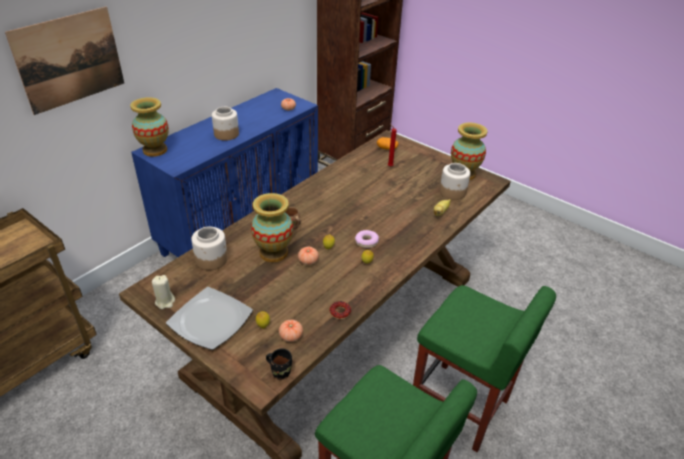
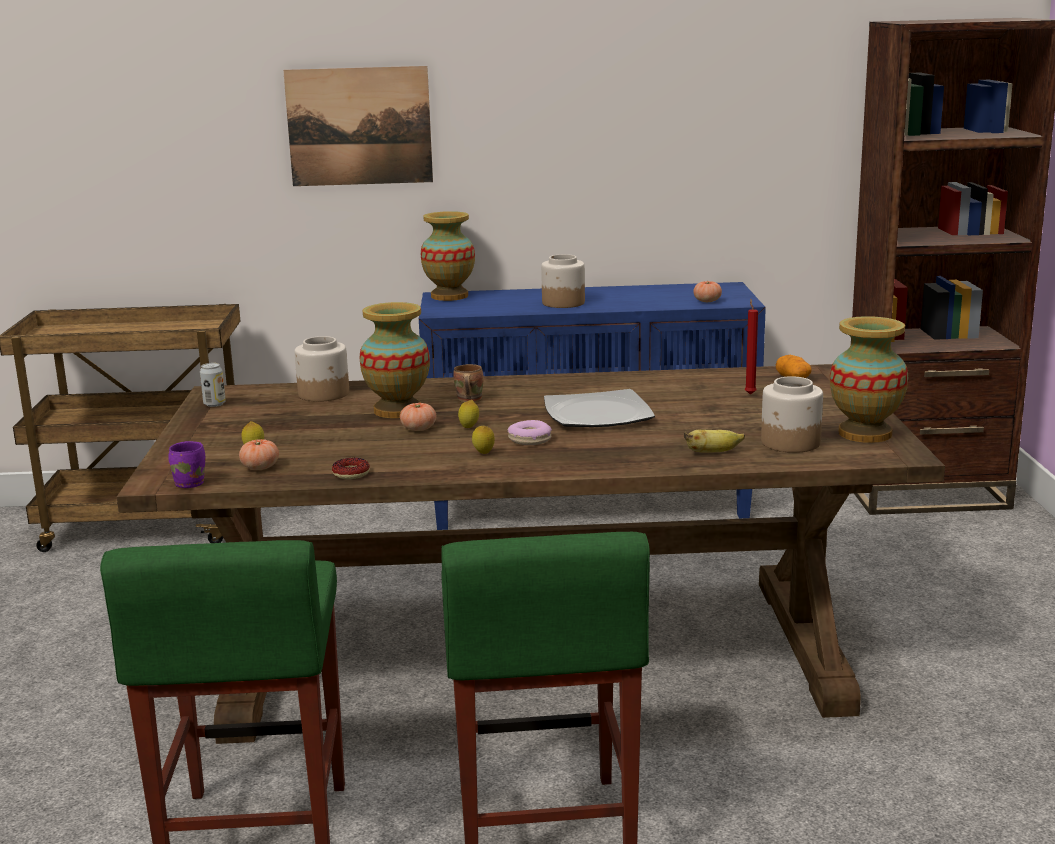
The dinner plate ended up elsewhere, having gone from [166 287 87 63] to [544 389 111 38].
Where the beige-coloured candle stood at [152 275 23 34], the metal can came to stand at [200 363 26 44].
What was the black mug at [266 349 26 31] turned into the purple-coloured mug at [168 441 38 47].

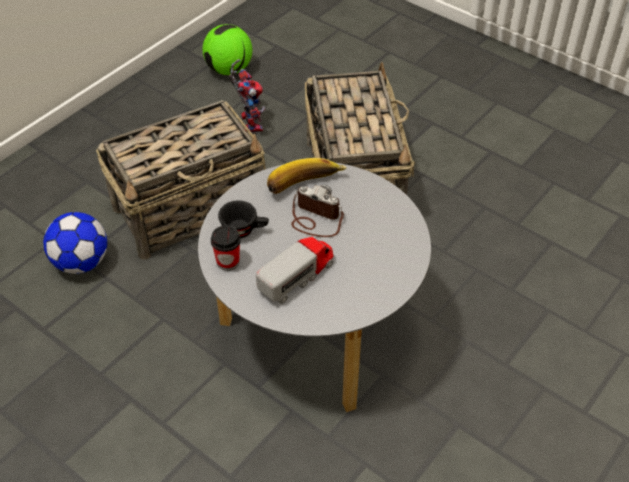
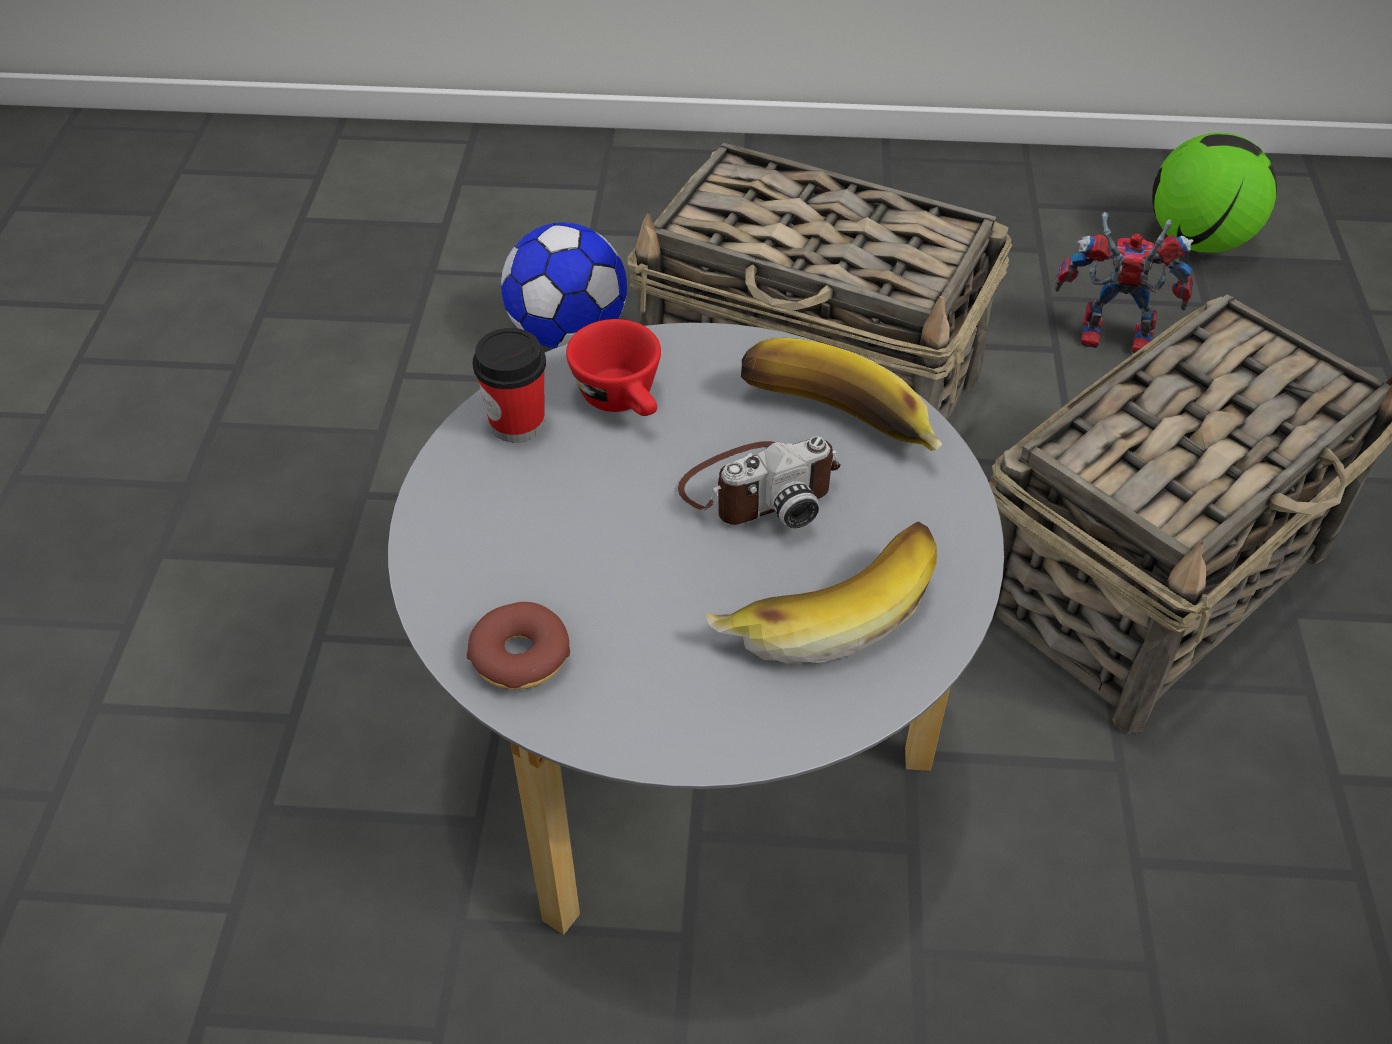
The second view lost the toy truck at [256 237 78 67].
The second view gained the donut at [467 602 103 88].
The second view gained the banana at [705 522 232 142].
What was the black small cup at [218 200 51 38] turned into the red small cup at [566 319 95 97].
The robot figure at [229 59 36 74] ended up facing another way, 120 degrees counterclockwise from before.
The still camera at [291 184 53 53] ended up facing another way, 75 degrees clockwise from before.

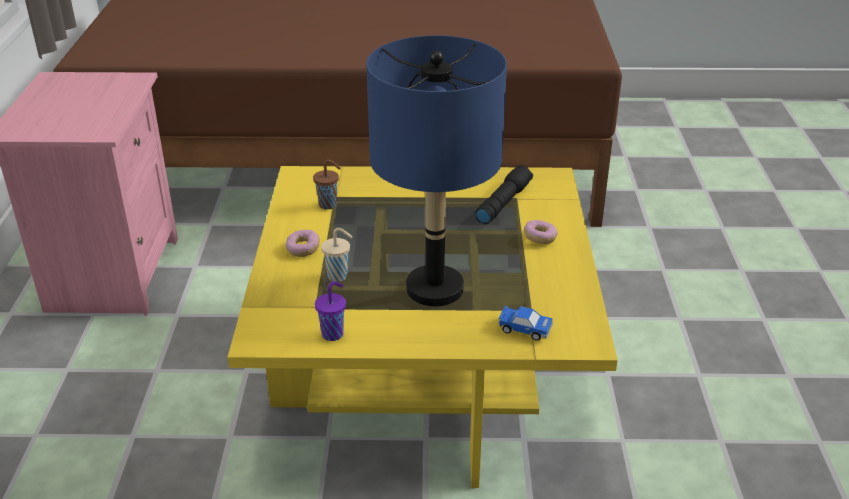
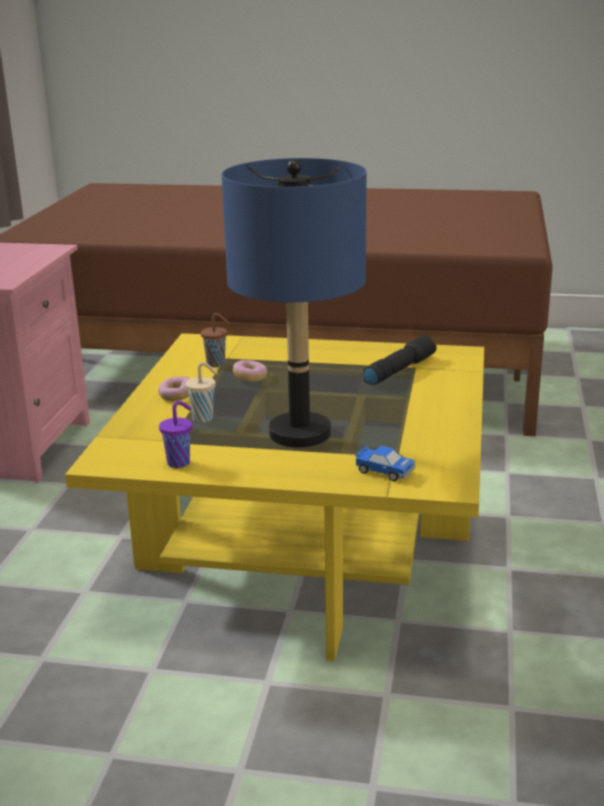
The donut ended up elsewhere, having gone from [524 220 34 24] to [233 360 34 22].

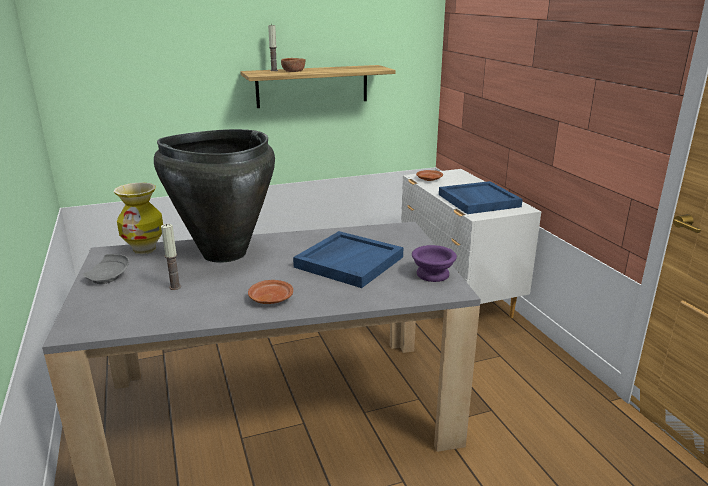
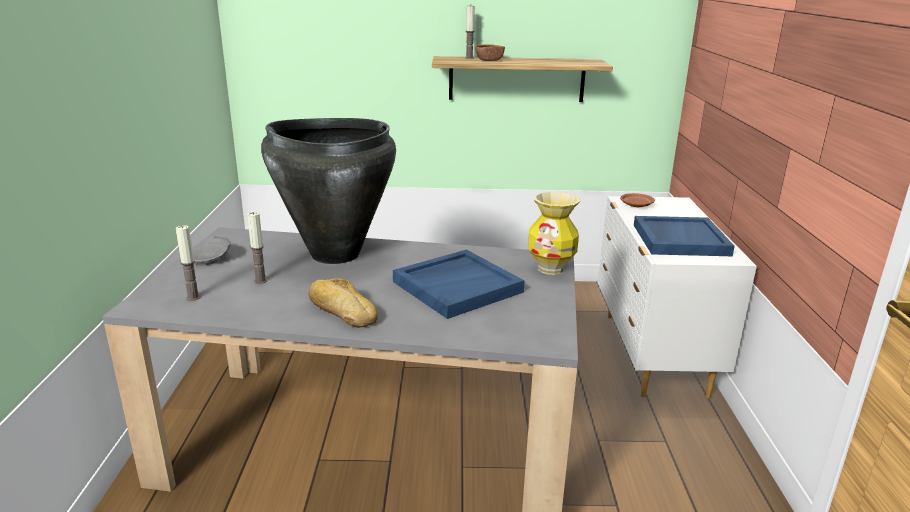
The second view lost the purple-coloured deep dish at [412 245 45 37].
The second view gained the candle at [176 225 24 76].
The vase ended up elsewhere, having gone from [114 182 49 72] to [528 191 52 84].
Where the brown dinner plate stood at [248 280 45 24], the bread came to stand at [309 278 69 50].

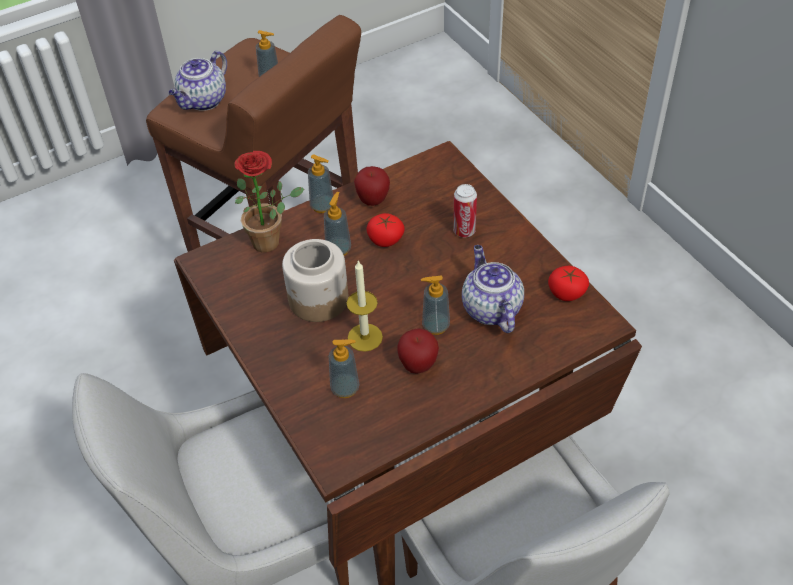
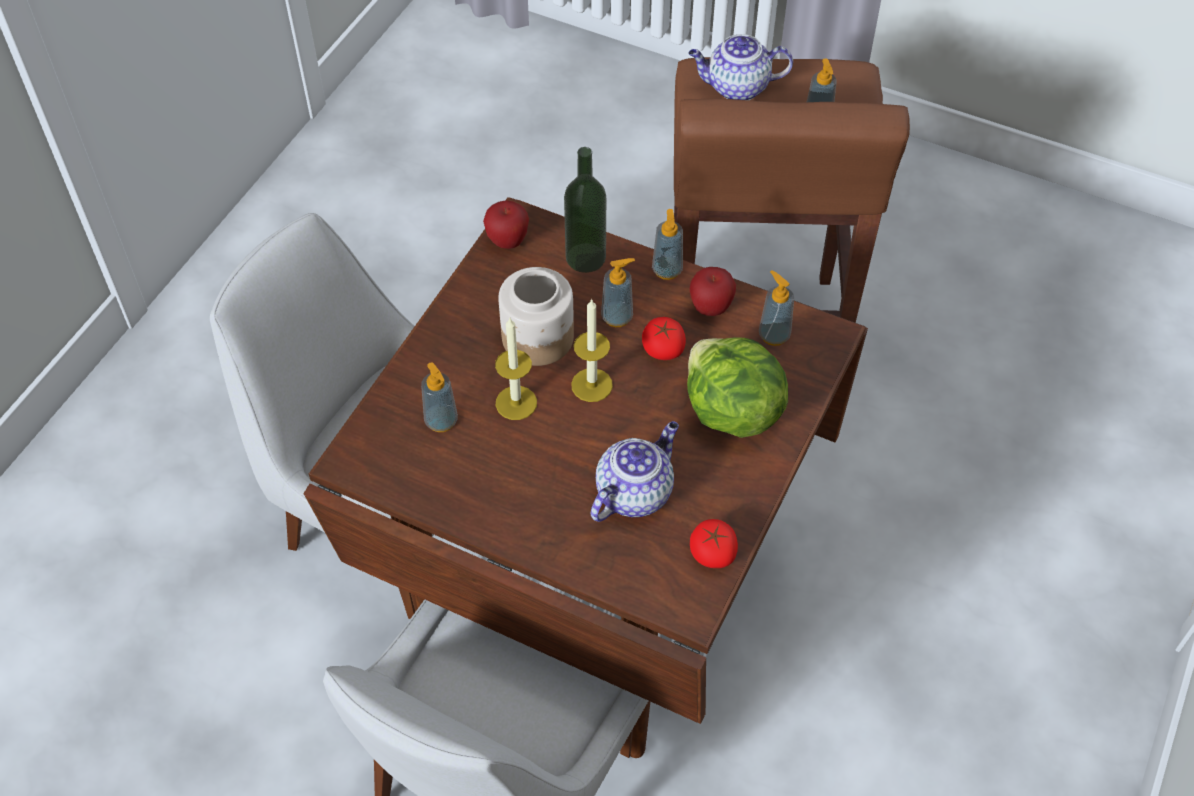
The second view gained the candle at [571 299 42 103].
The apple ended up elsewhere, having gone from [397 328 42 46] to [483 200 46 49].
The liquid soap bottle ended up elsewhere, having gone from [421 275 29 60] to [759 270 35 76].
Where the plant in a pot stood at [234 151 70 102], the beverage bottle came to stand at [564 147 42 126].
Where the metal can stood at [453 184 24 53], the lettuce head came to stand at [687 337 101 101].

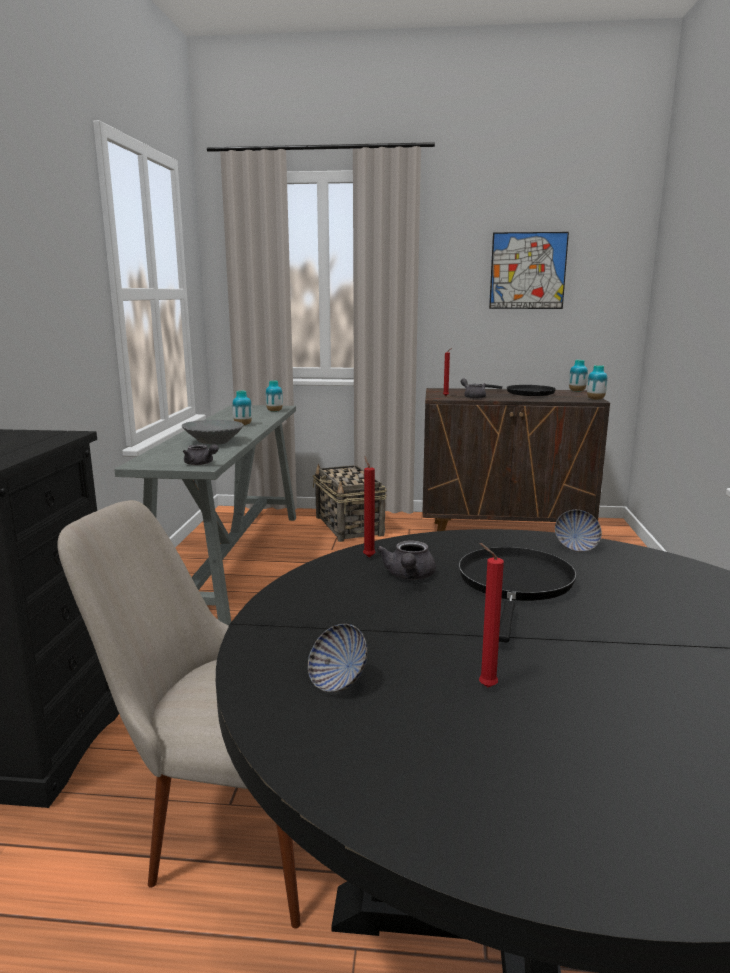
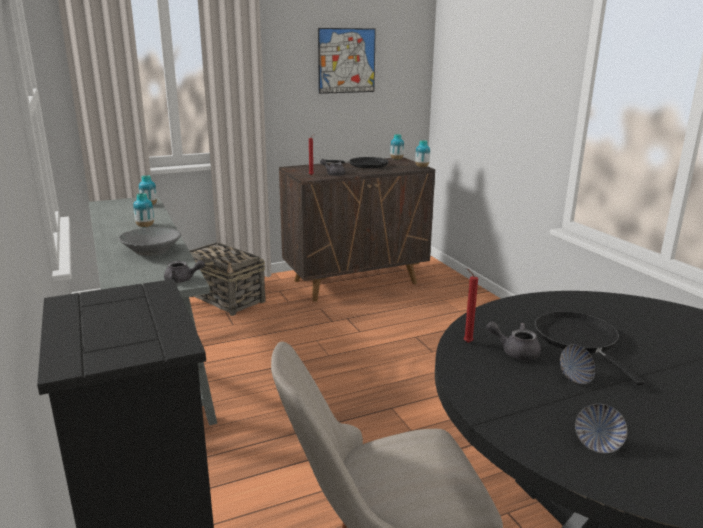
The second view lost the red candle at [479 543 25 144].
The deep dish ended up elsewhere, having gone from [555 510 47 42] to [560 344 35 40].
The greyish pot for tea at [376 541 60 39] ended up facing another way, 135 degrees clockwise from before.

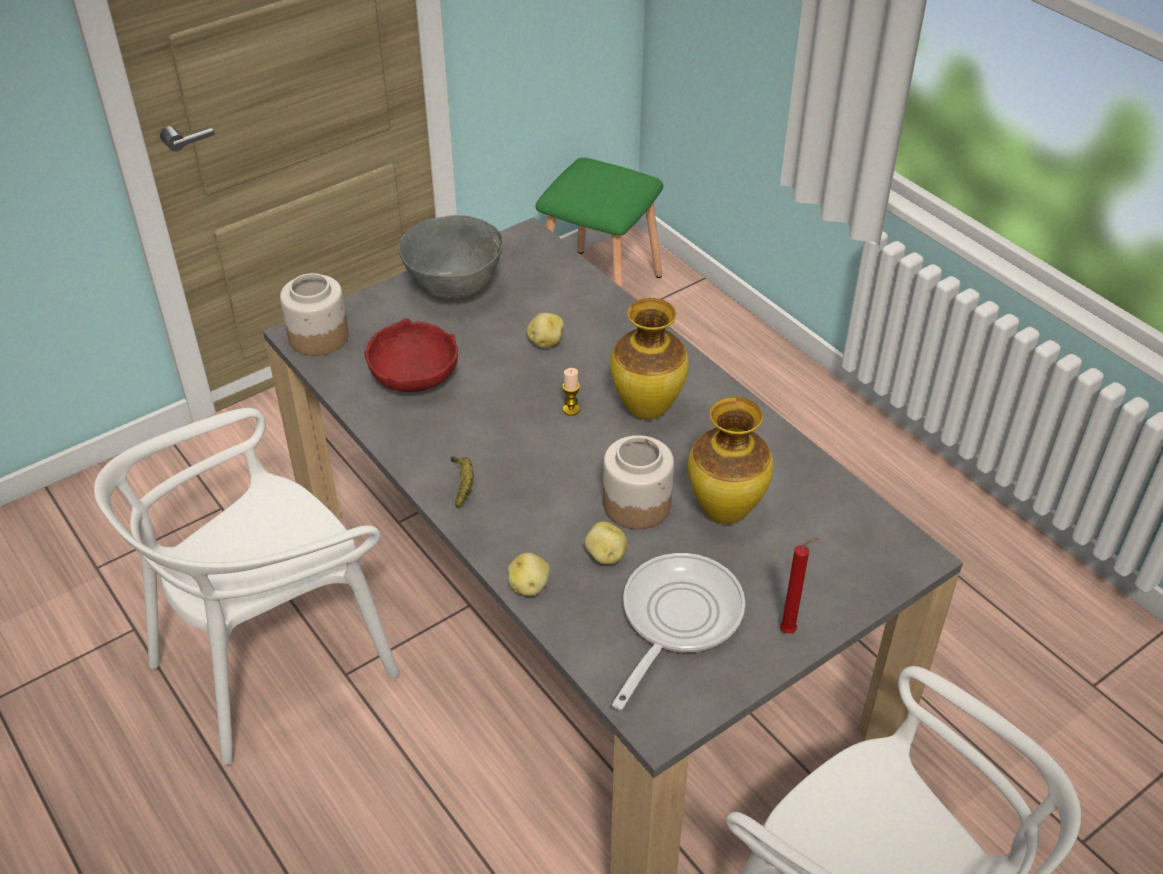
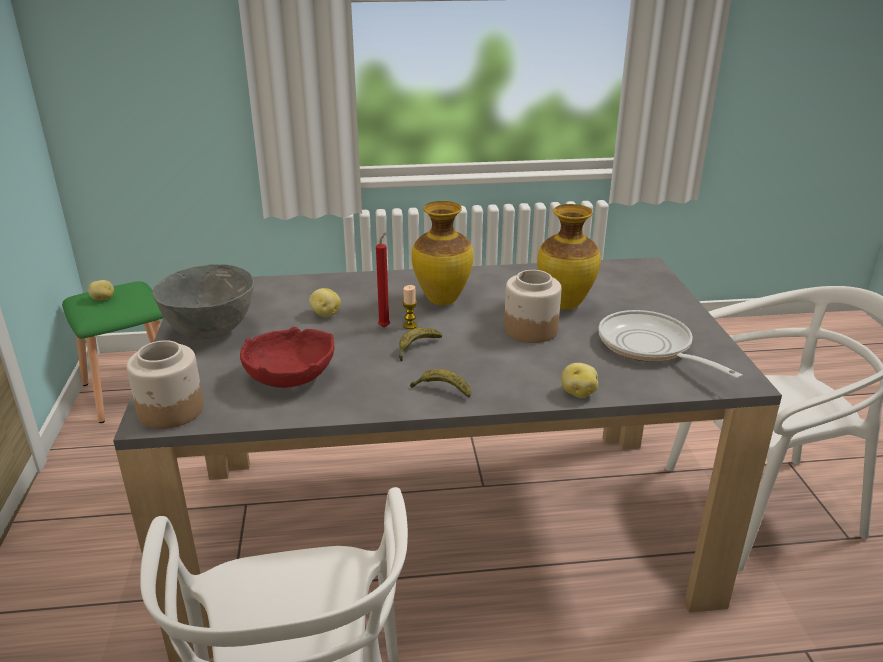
The second view gained the banana at [399 328 43 33].
The whole potato ended up elsewhere, having gone from [584 521 43 43] to [88 280 26 20].
The red candle ended up elsewhere, having gone from [780 538 39 96] to [376 233 14 95].

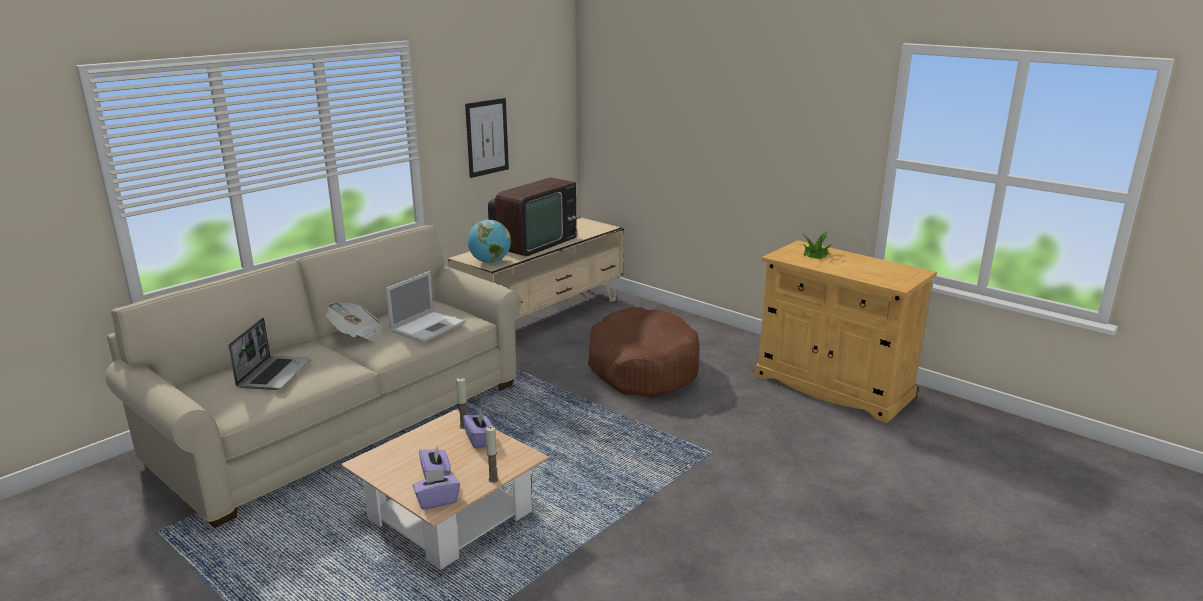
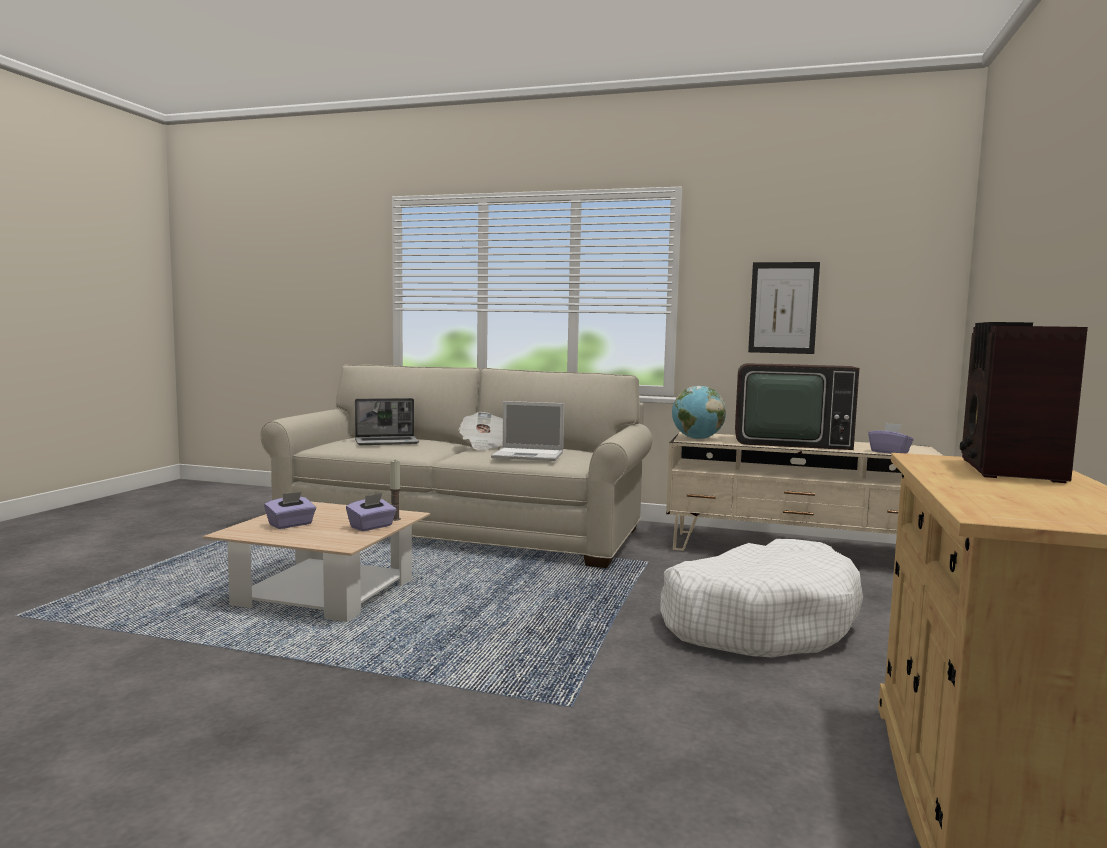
The second view lost the candle at [486 426 13 57].
The purple-coloured box of tissues ended up elsewhere, having gone from [413 468 47 42] to [868 423 46 31].
Where the plant in a pot stood at [802 232 30 27], the radio set came to stand at [960 322 128 161].
What was the brown dog cushion at [588 307 111 91] turned into the white dog cushion at [660 539 203 118].

